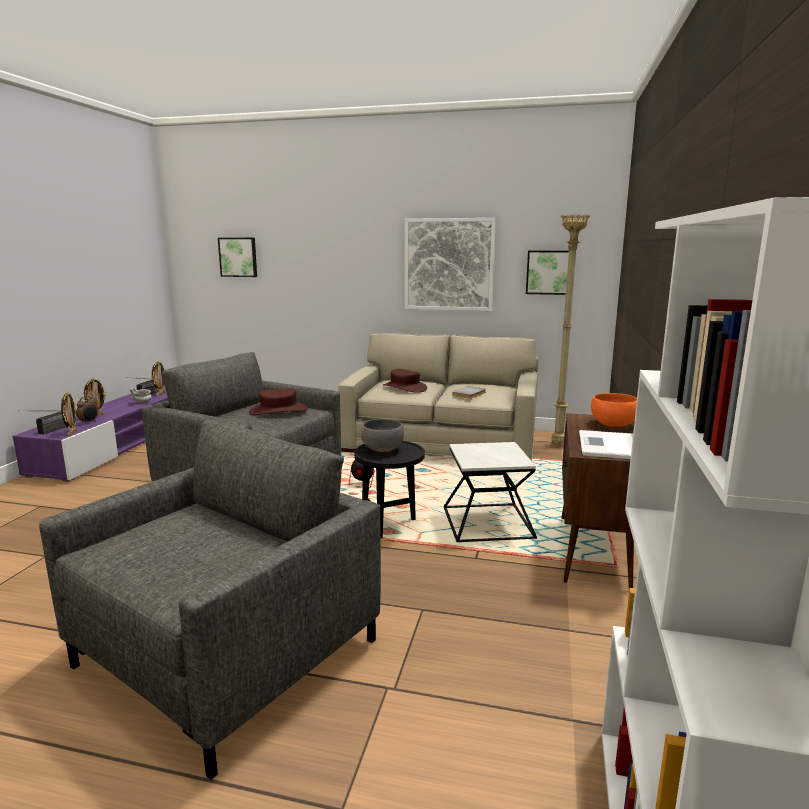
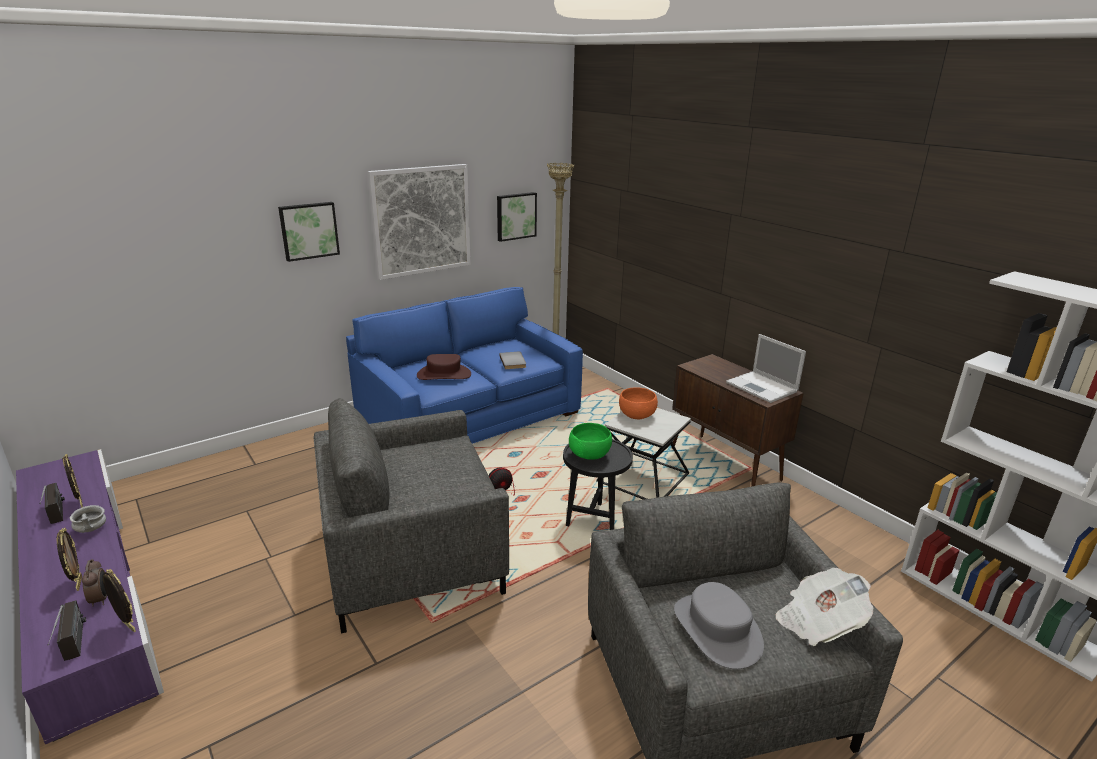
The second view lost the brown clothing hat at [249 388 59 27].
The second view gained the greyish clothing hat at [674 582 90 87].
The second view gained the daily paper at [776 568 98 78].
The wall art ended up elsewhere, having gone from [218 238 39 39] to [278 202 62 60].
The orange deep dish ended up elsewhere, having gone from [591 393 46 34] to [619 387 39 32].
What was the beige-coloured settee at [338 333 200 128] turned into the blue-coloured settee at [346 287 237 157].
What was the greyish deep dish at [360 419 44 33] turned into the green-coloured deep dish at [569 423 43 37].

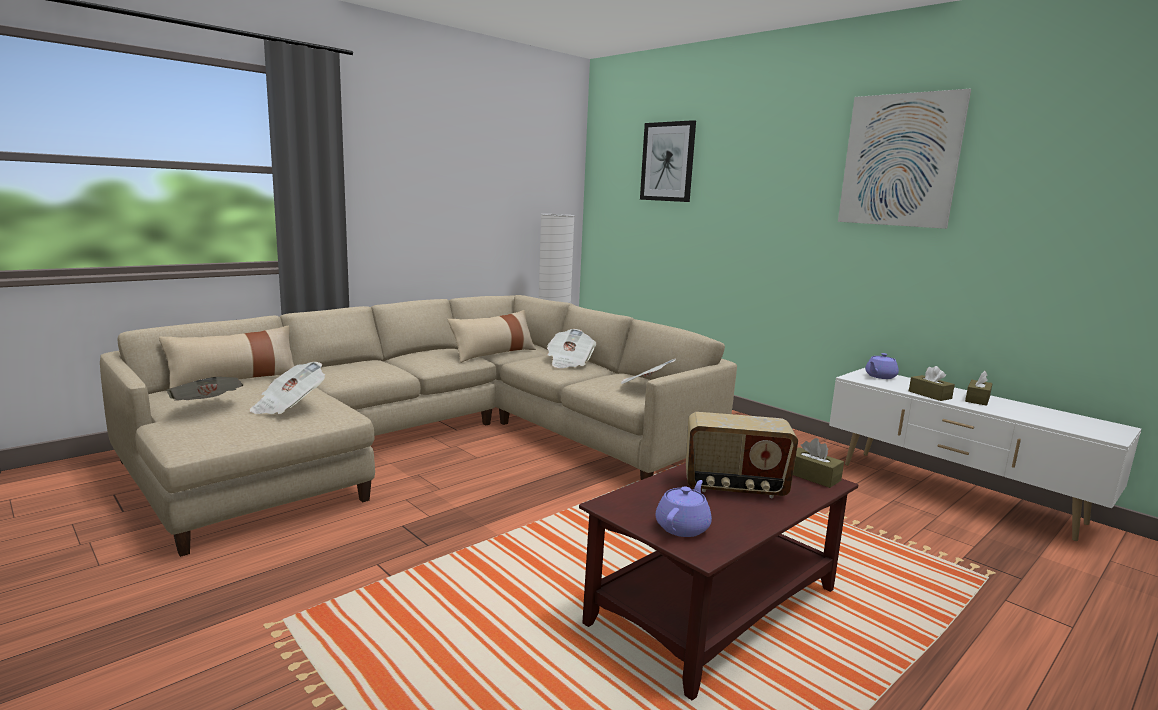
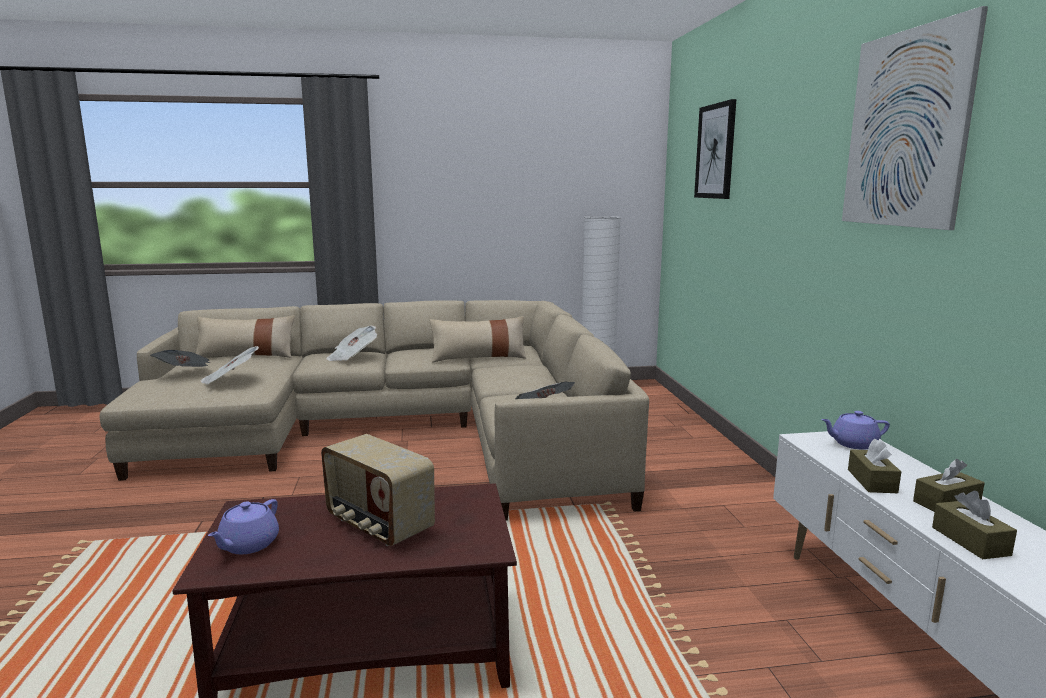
The daily paper ended up elsewhere, having gone from [547 329 50 39] to [326 326 51 35].
The brown box of tissues ended up elsewhere, having gone from [793 438 51 50] to [932 491 85 68].
The purple-coloured pot for tea at [656 480 56 57] ended up facing another way, 135 degrees clockwise from before.

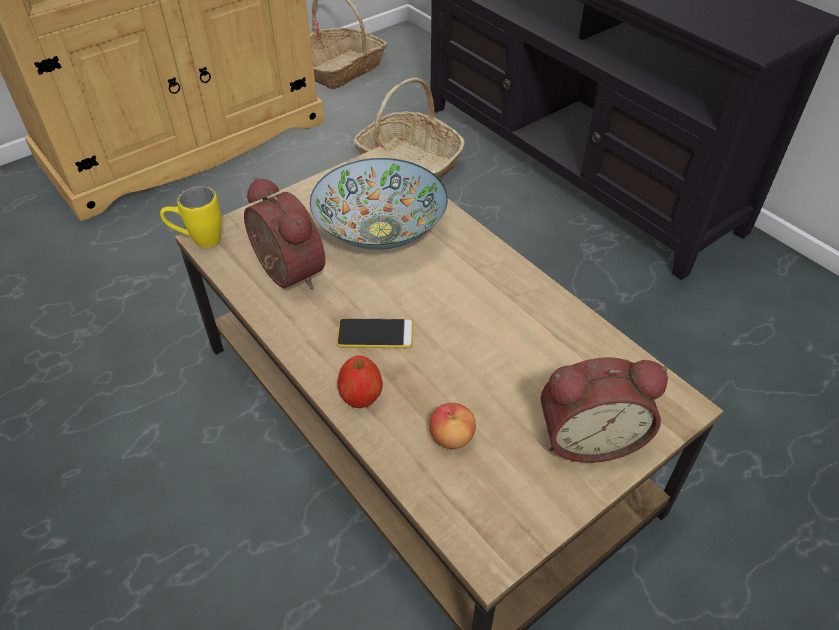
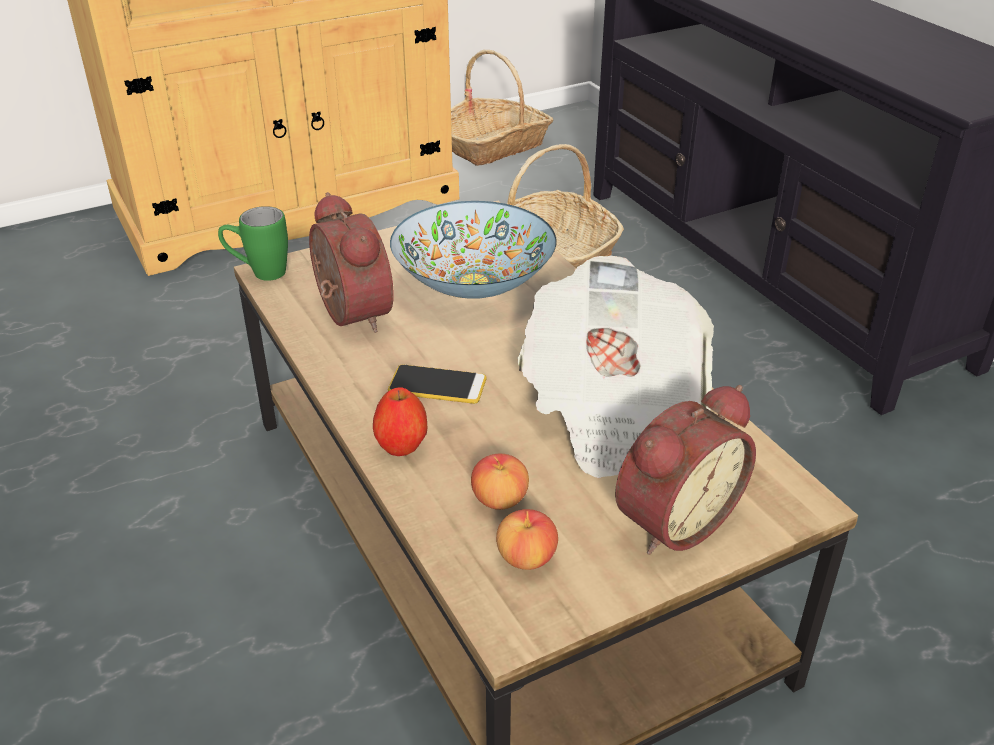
The second view gained the apple at [496 509 62 61].
The second view gained the daily paper at [517 256 197 222].
What was the yellow-coloured mug at [160 186 61 62] turned into the green-coloured mug at [218 206 70 75].
The bedside clock at [541 357 127 106] ended up facing another way, 45 degrees counterclockwise from before.

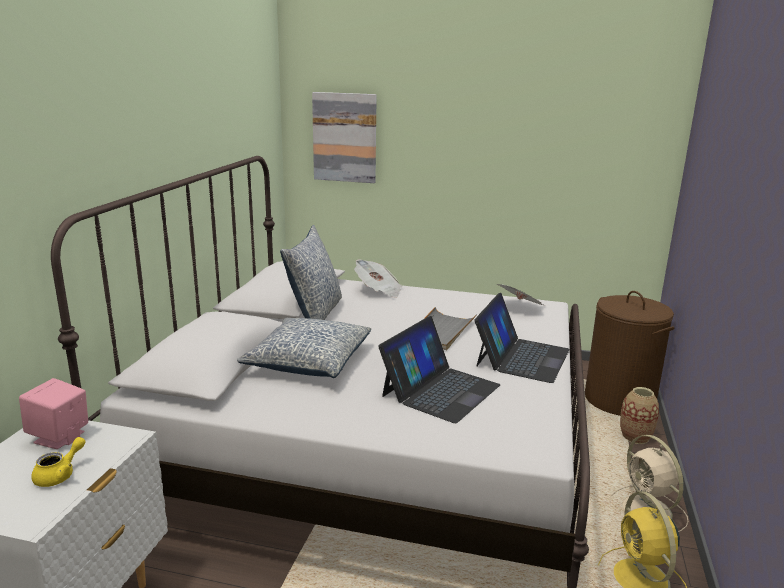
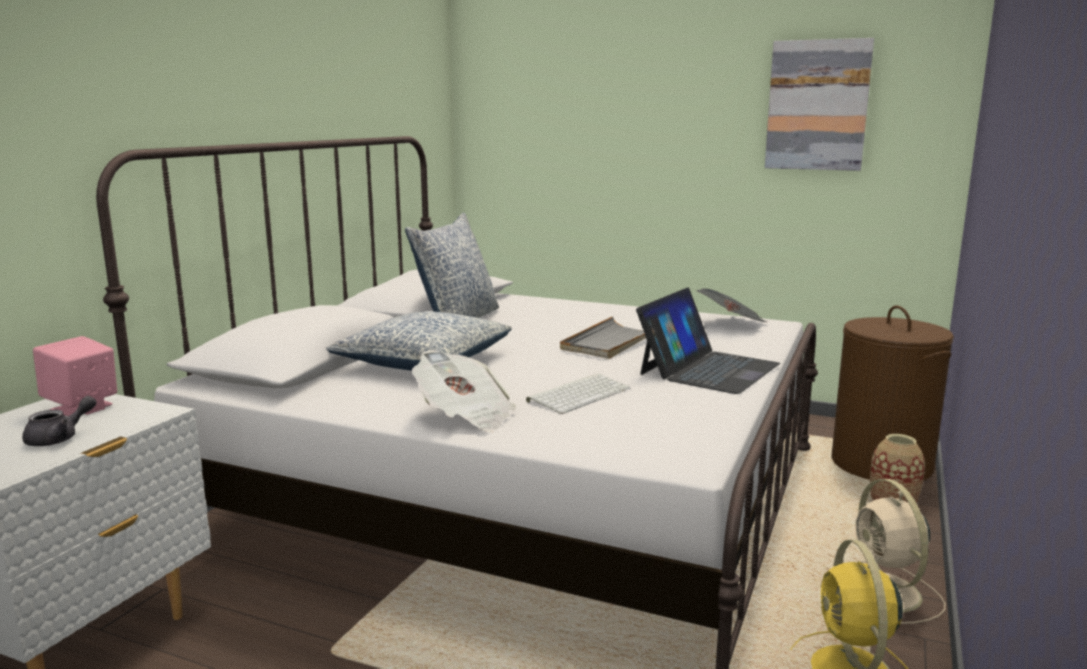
The wall art ended up elsewhere, having gone from [312 92 65 91] to [765 38 109 133].
The daily paper ended up elsewhere, having gone from [354 259 48 39] to [412 350 104 82].
Where the portable computer stood at [378 316 122 107], the PC keyboard came to stand at [526 373 104 41].
What was the yellow-coloured pot for tea at [31 437 54 50] turned into the greyish pot for tea at [22 396 74 50].

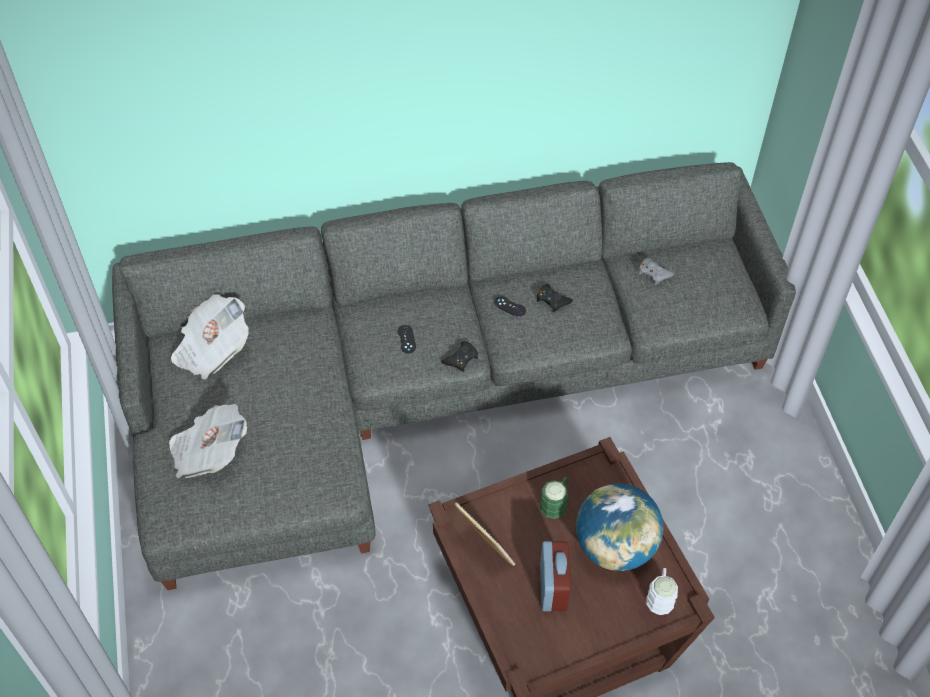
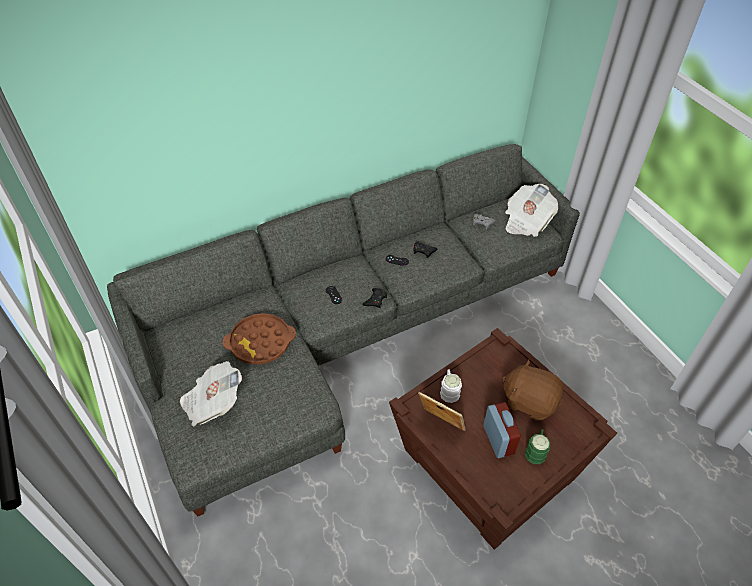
The second view gained the brown carrying tray at [223 313 73 52].
The daily paper ended up elsewhere, having gone from [171 294 78 86] to [505 184 53 53].
The green-coloured mug ended up elsewhere, having gone from [540 477 28 42] to [525 429 25 35].
The white mug ended up elsewhere, having gone from [646 568 32 47] to [440 369 22 34].
Where the world globe stood at [576 483 87 88], the brown soft toy came to stand at [502 359 61 62].

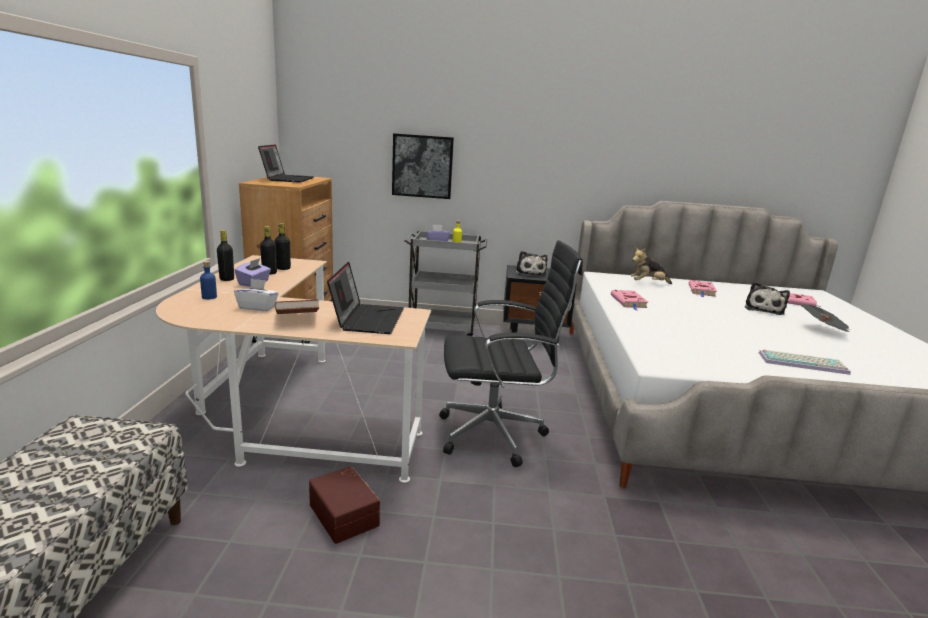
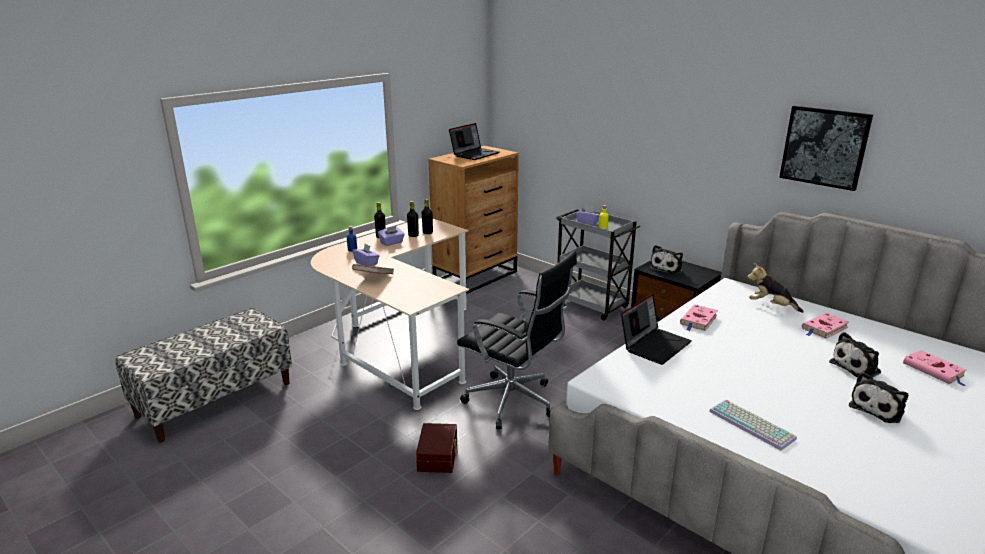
The brown storage container ended up elsewhere, having gone from [309 466 71 78] to [416 423 42 50].
The portable computer ended up elsewhere, having gone from [327 262 77 72] to [621 294 71 71].
The wall art ended up elsewhere, having gone from [392 133 62 66] to [779 106 94 85].
Where the daily paper stood at [800 304 50 28], the soft toy came to stand at [849 372 59 51].
What was the white box of tissues at [234 279 45 32] turned into the purple-coloured box of tissues at [352 244 27 22].

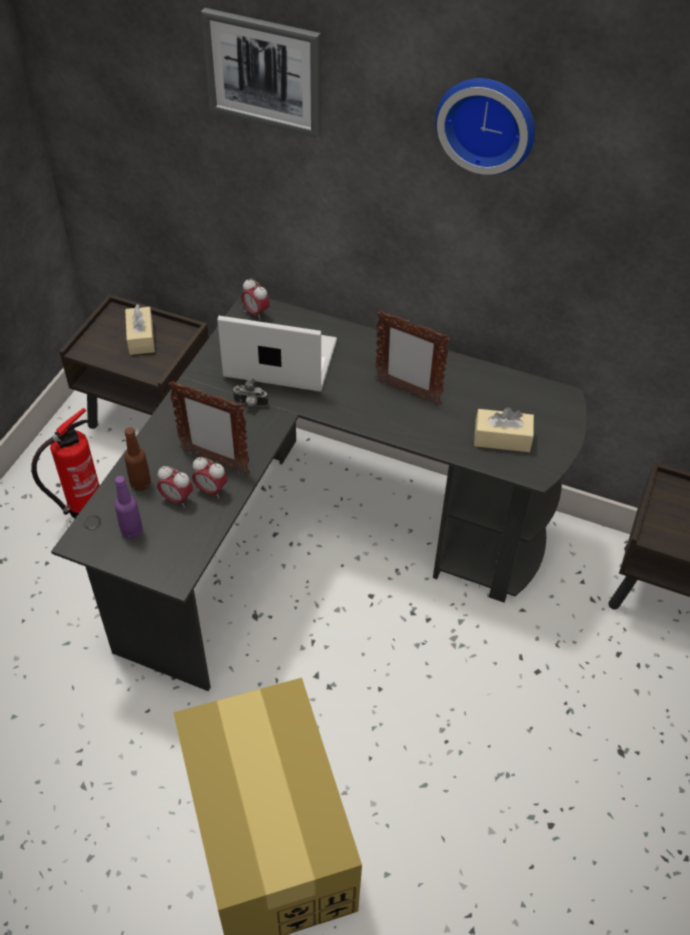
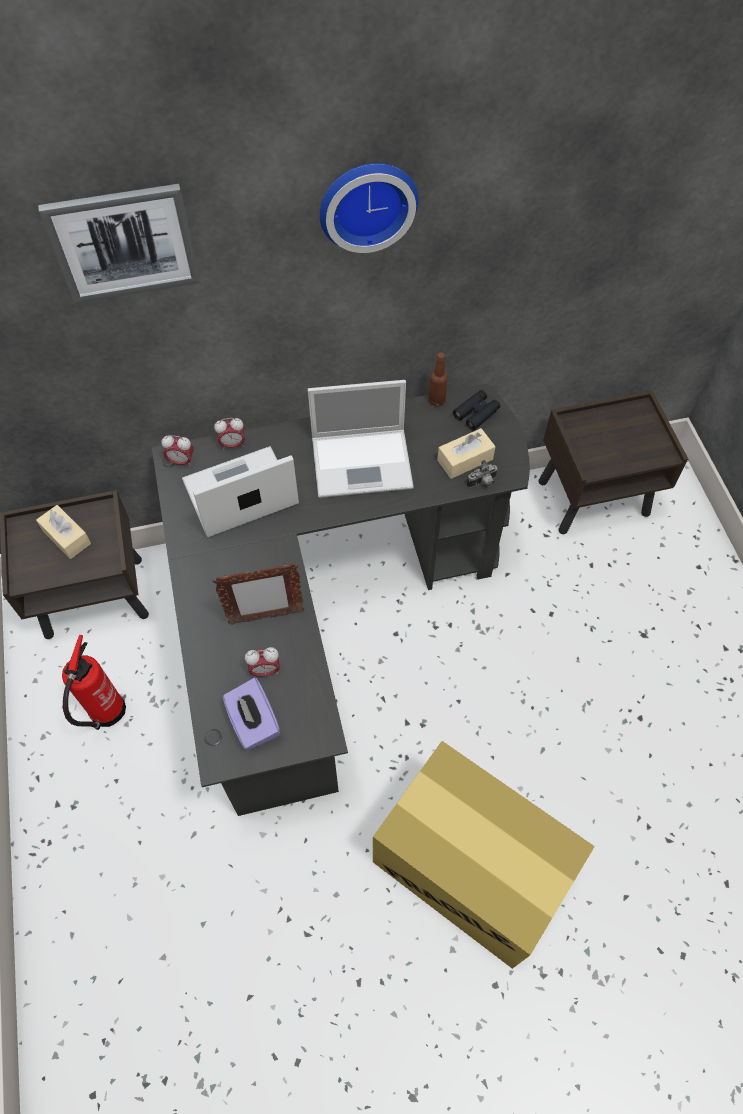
The second view gained the black binoculars at [453 390 47 41].
The brown beverage bottle ended up elsewhere, having gone from [124 428 27 63] to [428 352 20 54].
The bedside clock ended up elsewhere, having gone from [192 457 36 42] to [214 418 31 32].
The still camera ended up elsewhere, having gone from [232 379 36 31] to [467 460 31 28].
Where the purple-coloured beverage bottle stood at [115 476 28 63], the purple-coloured box of tissues came to stand at [223 678 57 71].
Where the photo frame stood at [375 311 75 94], the portable computer came to stand at [308 380 106 118].

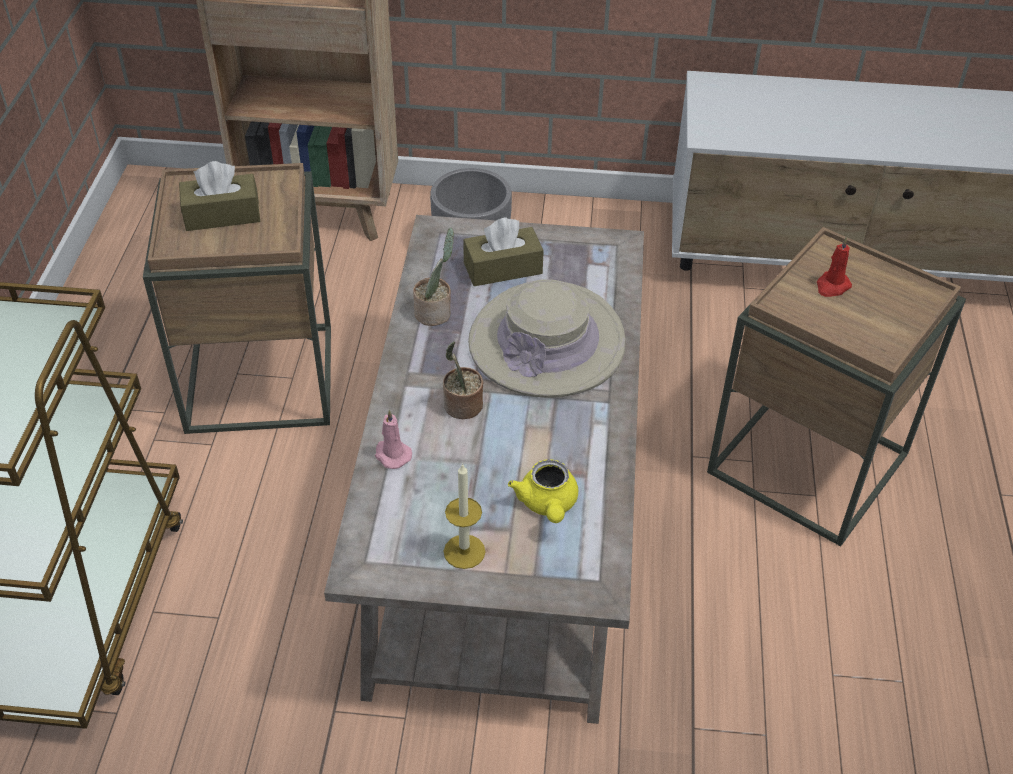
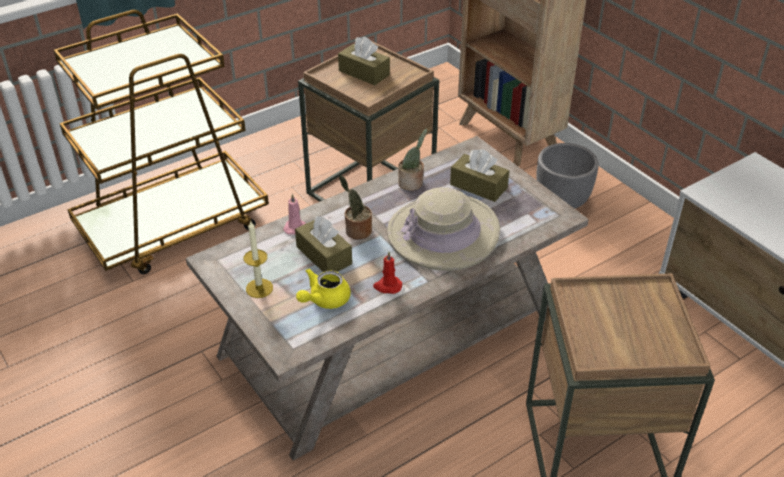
The second view gained the brown box of tissues at [295 216 57 56].
The red candle ended up elsewhere, having gone from [817 237 35 60] to [373 252 29 42].

